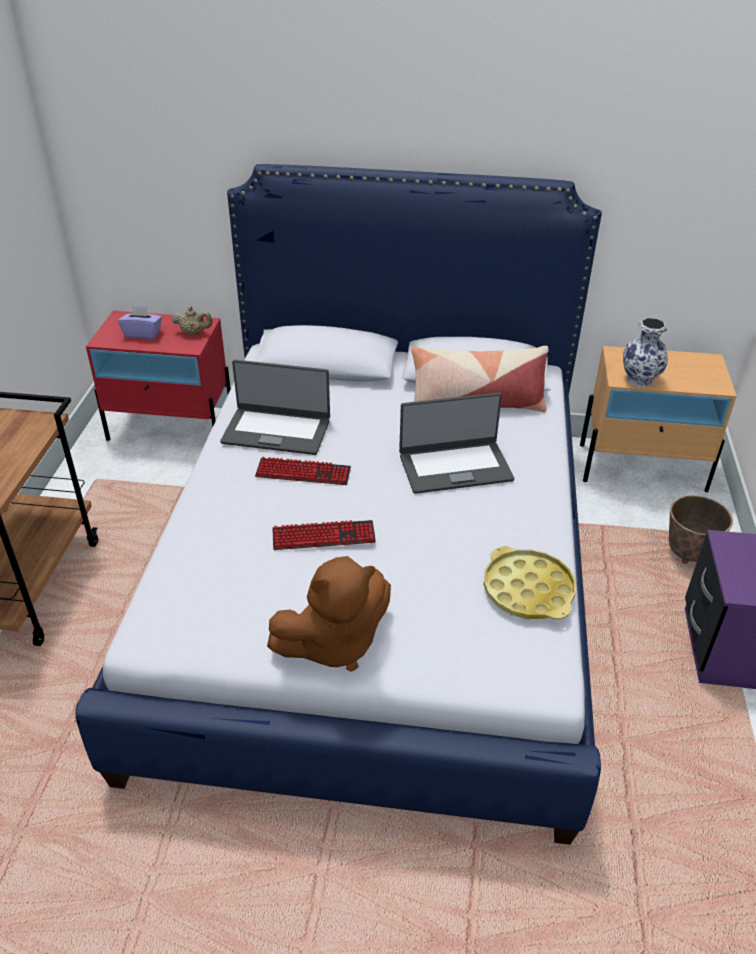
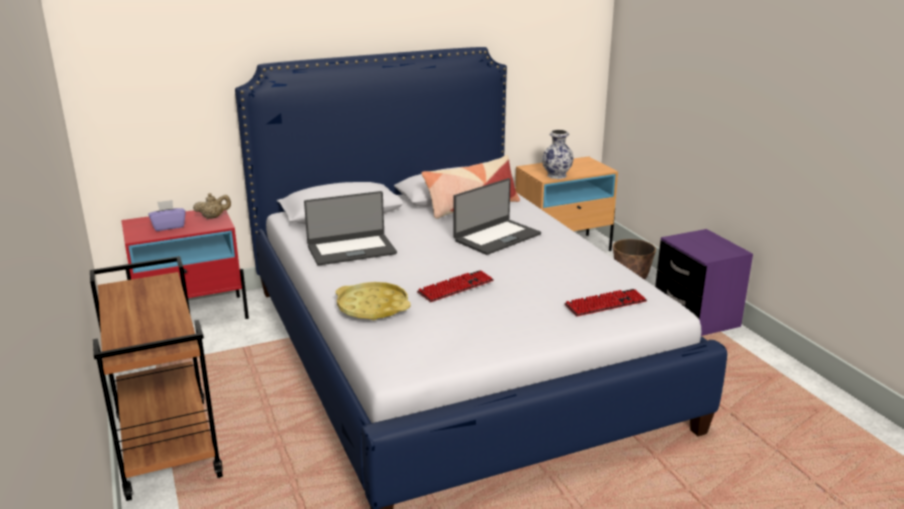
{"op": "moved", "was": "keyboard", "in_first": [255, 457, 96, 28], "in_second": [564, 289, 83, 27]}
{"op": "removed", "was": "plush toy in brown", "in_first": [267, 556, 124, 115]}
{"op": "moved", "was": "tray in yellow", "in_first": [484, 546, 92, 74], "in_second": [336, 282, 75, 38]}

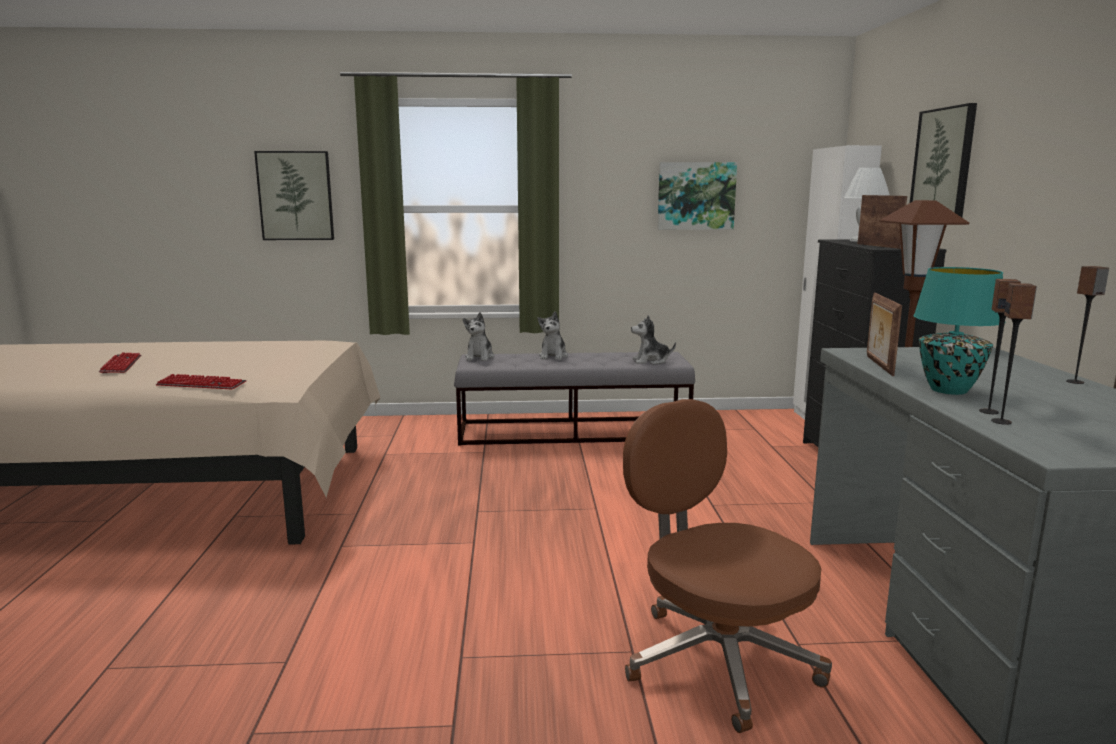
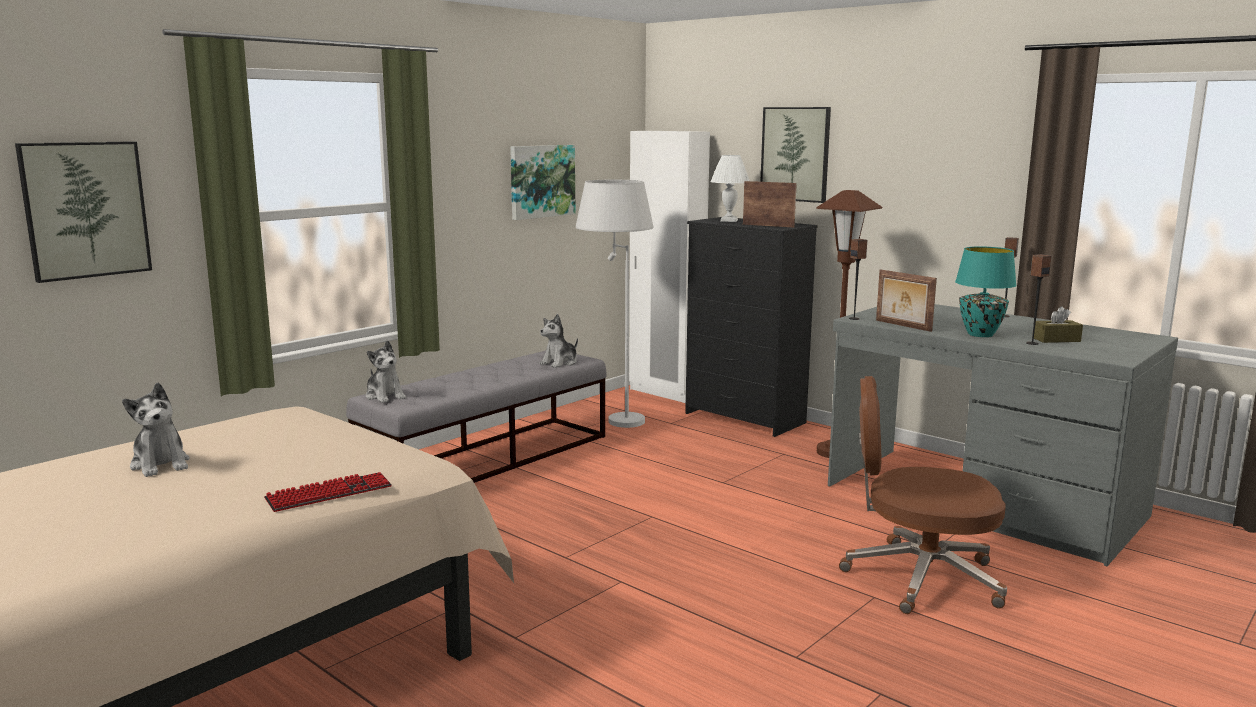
{"op": "removed", "was": "keyboard", "in_first": [99, 352, 42, 21]}
{"op": "moved", "was": "plush toy", "in_first": [538, 312, 30, 48], "in_second": [122, 383, 68, 94]}
{"op": "moved", "was": "speaker", "in_first": [991, 283, 46, 142], "in_second": [849, 239, 18, 81]}
{"op": "added", "now": "floor lamp in white", "in_second": [576, 180, 77, 248]}
{"op": "added", "now": "tissue box in brown", "in_second": [1034, 306, 49, 37]}

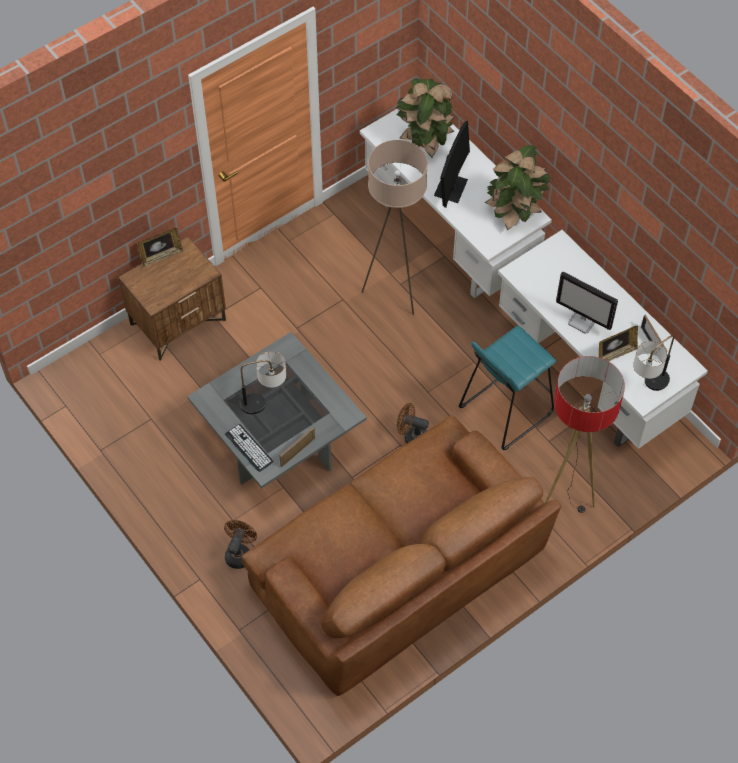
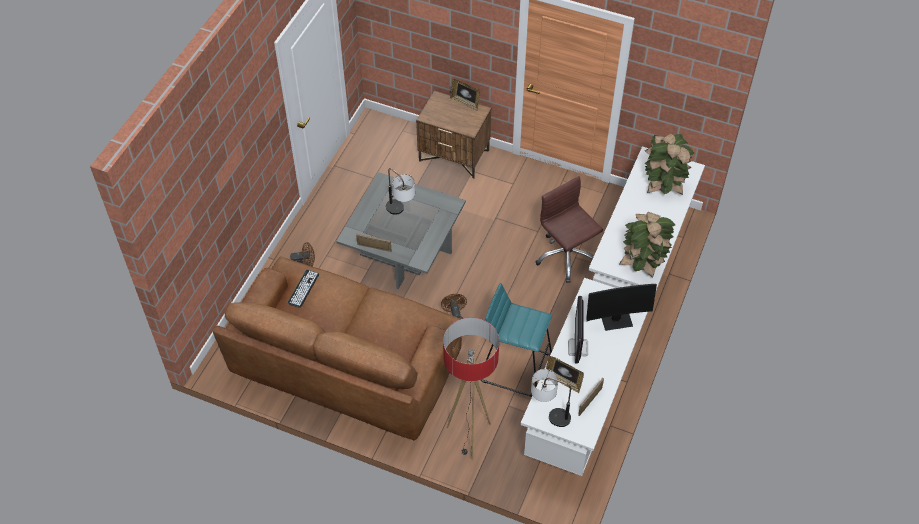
{"op": "moved", "was": "keyboard", "in_first": [225, 424, 48, 48], "in_second": [288, 270, 31, 38]}
{"op": "replaced", "was": "floor lamp in beige", "now": "office chair in brown", "in_first": [362, 140, 66, 175], "in_second": [535, 176, 68, 107]}
{"op": "moved", "was": "monitor", "in_first": [434, 120, 36, 88], "in_second": [586, 284, 71, 47]}

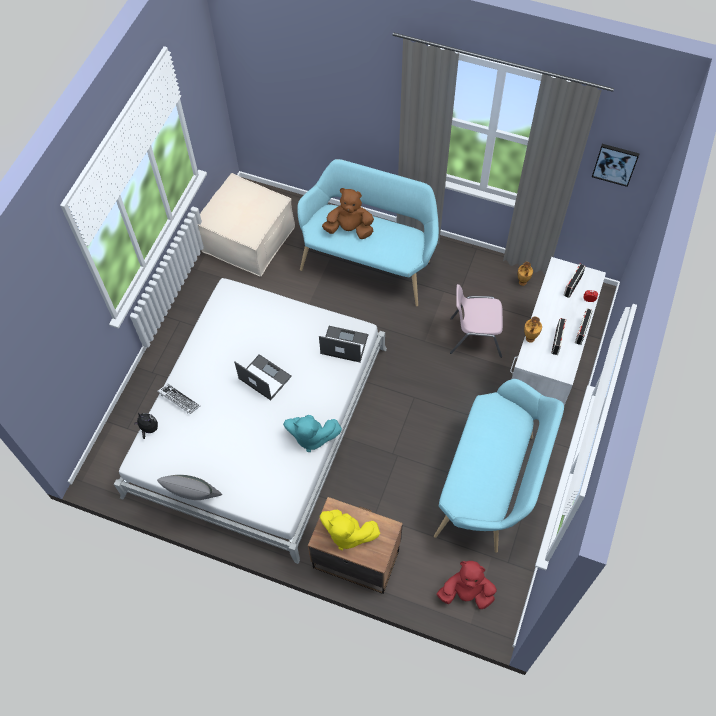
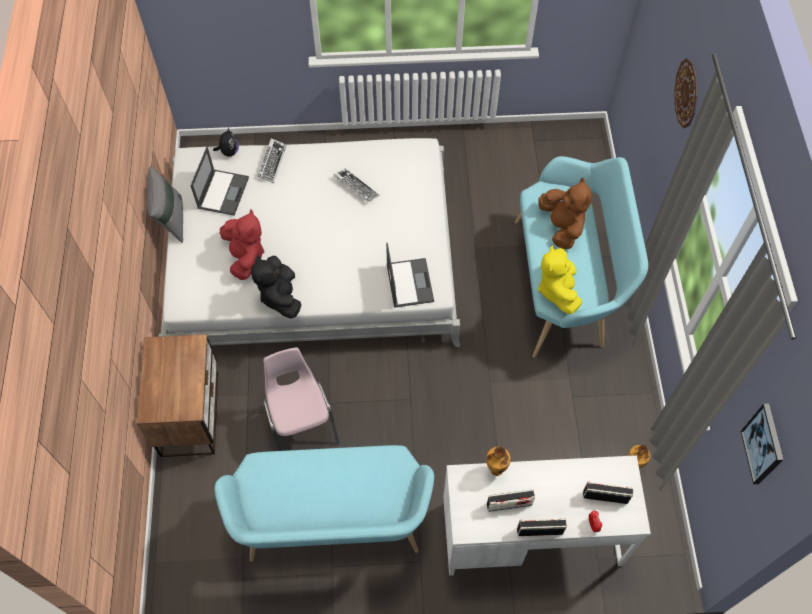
{"op": "removed", "was": "ottoman in beige", "in_first": [198, 173, 97, 103]}
{"op": "moved", "was": "laptop", "in_first": [234, 354, 58, 46], "in_second": [190, 147, 59, 69]}
{"op": "recoloured", "was": "plush toy in turquoise", "now": "plush toy in black", "in_first": [283, 415, 59, 37], "in_second": [251, 255, 50, 64]}
{"op": "moved", "was": "plush toy in yellow", "in_first": [320, 510, 60, 40], "in_second": [538, 245, 44, 69]}
{"op": "moved", "was": "plush toy in red", "in_first": [437, 561, 60, 48], "in_second": [220, 209, 44, 71]}
{"op": "moved", "was": "chair in pink", "in_first": [450, 284, 53, 74], "in_second": [263, 347, 77, 104]}
{"op": "added", "now": "keyboard", "in_second": [333, 168, 47, 34]}
{"op": "added", "now": "wall clock", "in_second": [674, 58, 23, 70]}

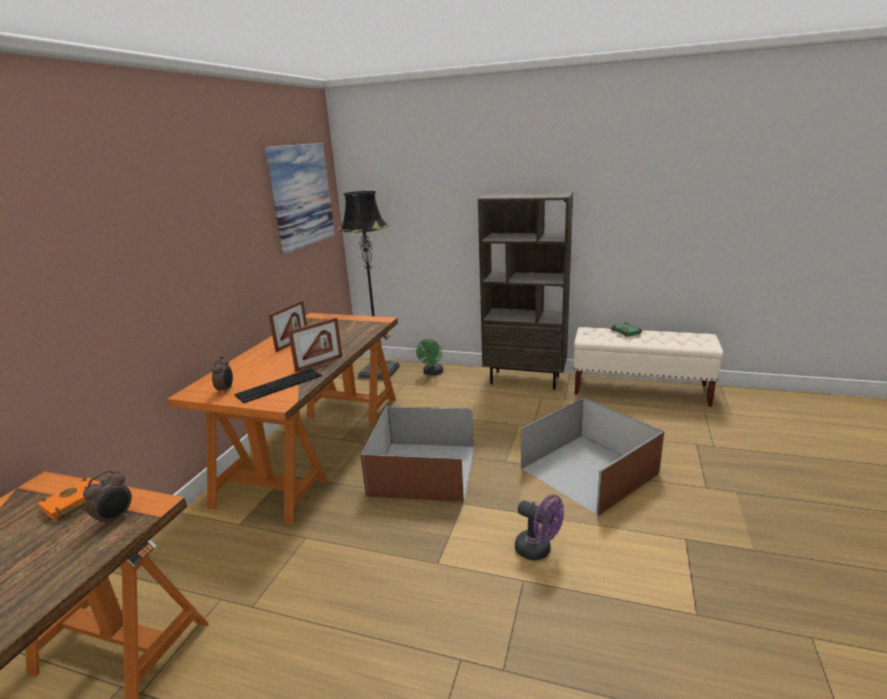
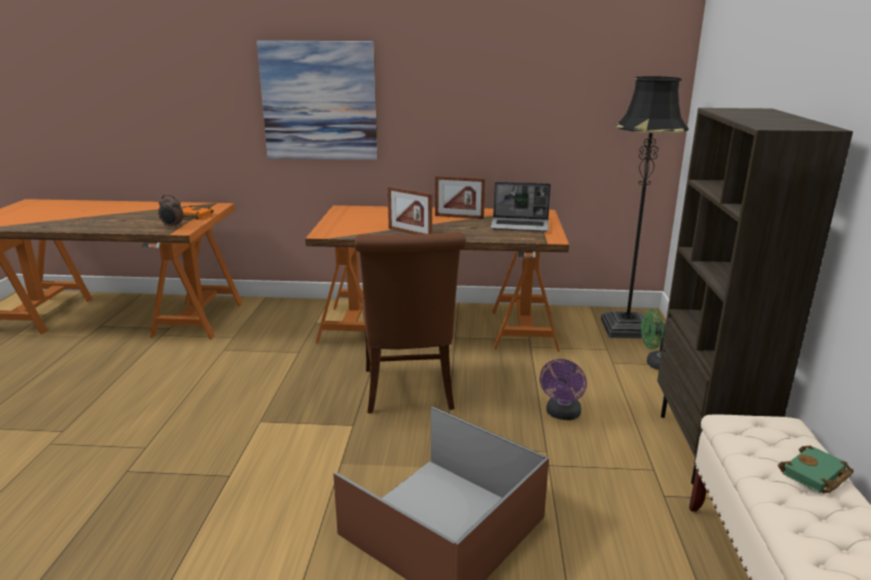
{"op": "removed", "was": "alarm clock", "in_first": [212, 356, 21, 38]}
{"op": "removed", "was": "keyboard", "in_first": [234, 369, 88, 34]}
{"op": "moved", "was": "picture", "in_first": [265, 143, 70, 111], "in_second": [257, 41, 120, 119]}
{"op": "replaced", "was": "storage box in brown", "now": "chair in brown", "in_first": [361, 406, 113, 96], "in_second": [355, 232, 111, 182]}
{"op": "moved", "was": "fan in purple", "in_first": [515, 495, 49, 66], "in_second": [540, 359, 47, 61]}
{"op": "added", "now": "laptop", "in_second": [490, 182, 61, 50]}

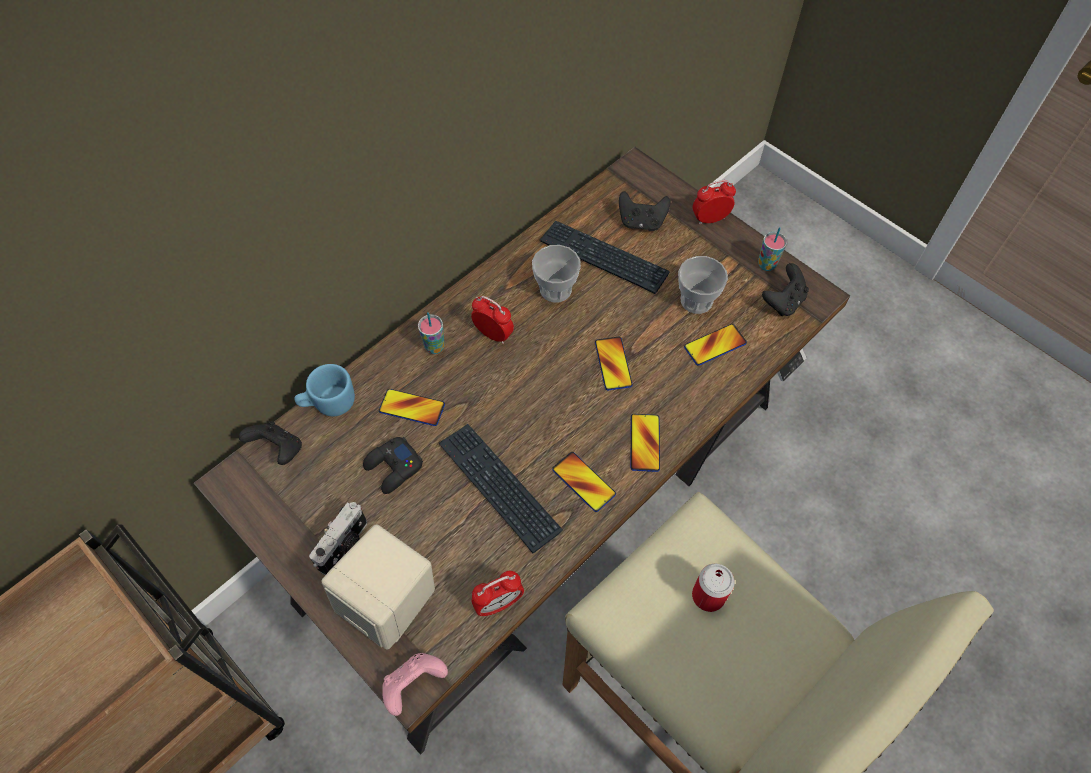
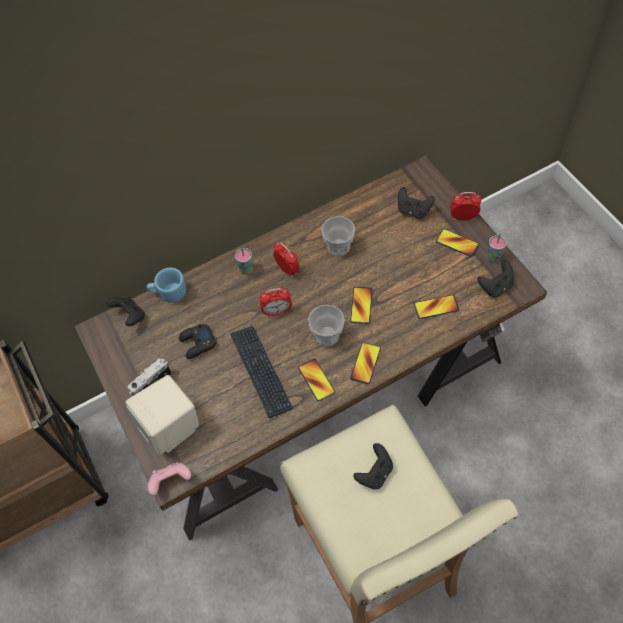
{"op": "moved", "was": "phone", "in_first": [379, 389, 66, 37], "in_second": [436, 229, 43, 28]}
{"op": "moved", "was": "alarm clock", "in_first": [471, 571, 53, 45], "in_second": [259, 288, 33, 28]}
{"op": "removed", "was": "keyboard", "in_first": [540, 220, 130, 74]}
{"op": "moved", "was": "cup", "in_first": [678, 256, 50, 58], "in_second": [308, 305, 37, 41]}
{"op": "replaced", "was": "can", "now": "game controller in black", "in_first": [692, 564, 43, 48], "in_second": [354, 443, 39, 46]}

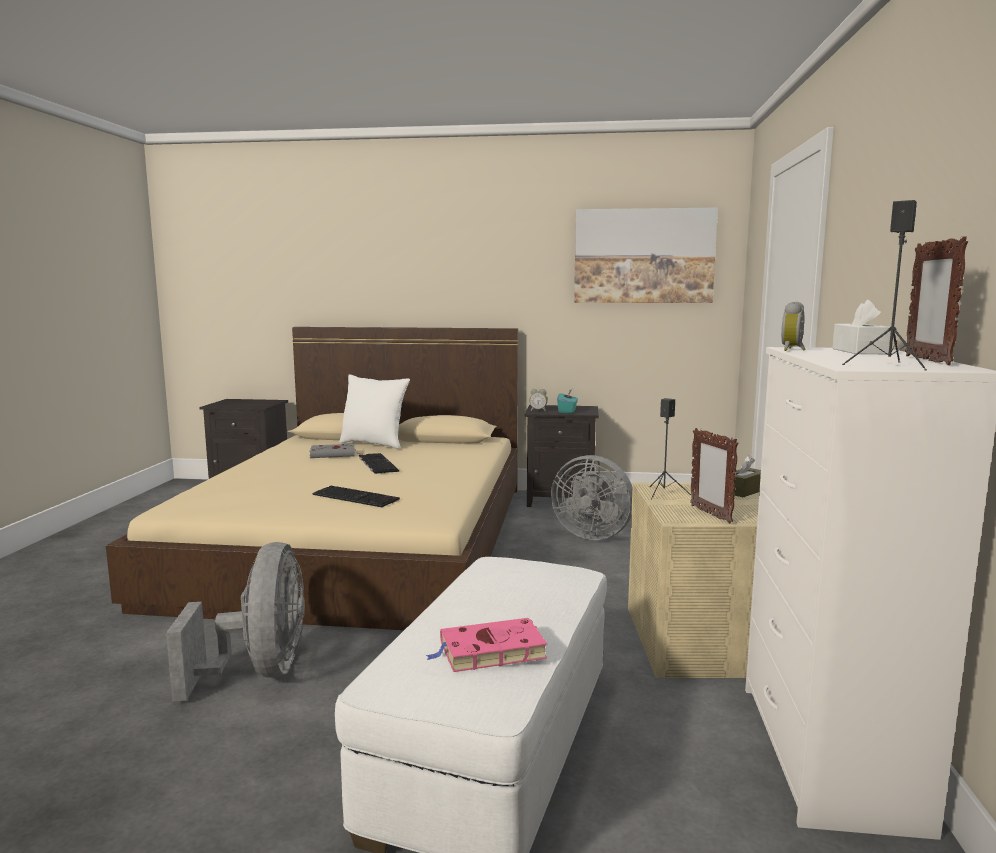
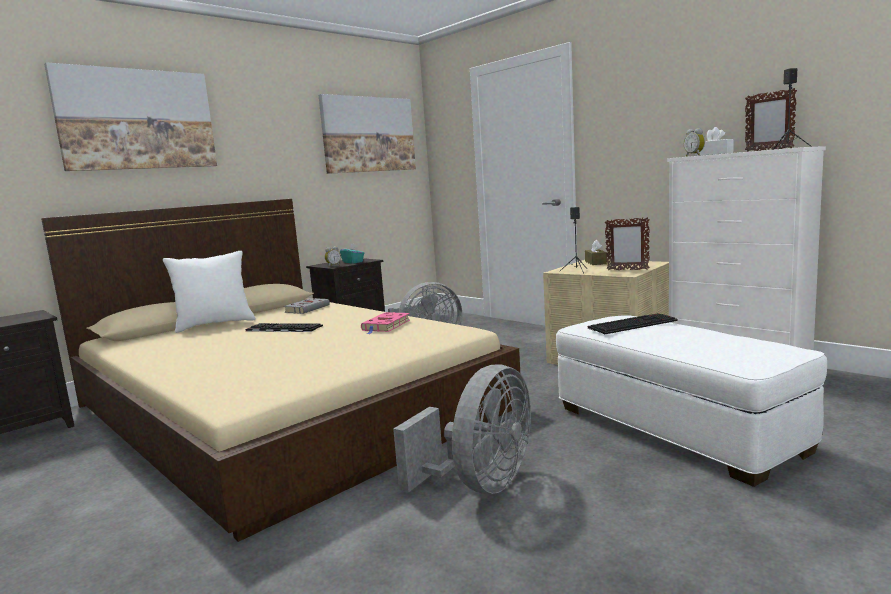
{"op": "turned", "was": "fan in grey", "in_first": [166, 542, 139, 159], "in_second": [393, 364, 138, 130], "clockwise": 90}
{"op": "moved", "was": "book in grey", "in_first": [309, 444, 50, 14], "in_second": [284, 298, 46, 16]}
{"op": "moved", "was": "keyboard", "in_first": [313, 486, 87, 21], "in_second": [588, 313, 90, 21]}
{"op": "moved", "was": "book in pink", "in_first": [425, 618, 122, 54], "in_second": [361, 312, 49, 22]}
{"op": "added", "now": "picture", "in_second": [44, 62, 173, 109]}

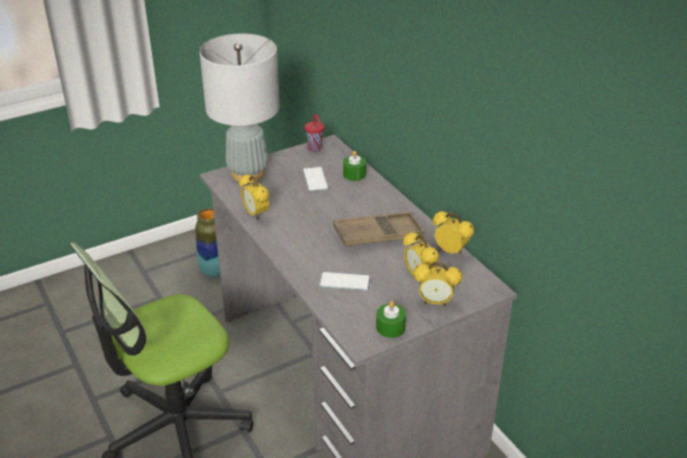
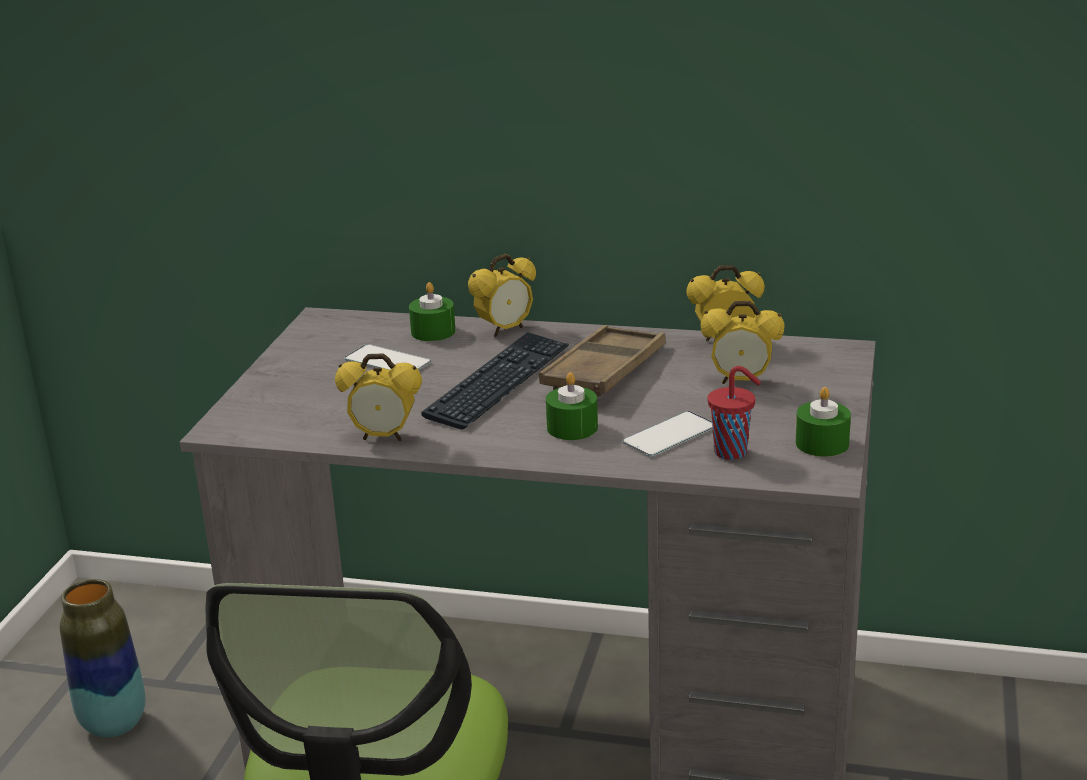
{"op": "removed", "was": "table lamp in grey", "in_first": [199, 34, 81, 147]}
{"op": "moved", "was": "cup in red", "in_first": [305, 114, 19, 38], "in_second": [708, 366, 53, 94]}
{"op": "moved", "was": "alarm clock", "in_first": [413, 262, 49, 44], "in_second": [468, 254, 68, 83]}
{"op": "added", "now": "keyboard", "in_second": [422, 332, 147, 98]}
{"op": "added", "now": "candle in green", "in_second": [546, 372, 52, 68]}

